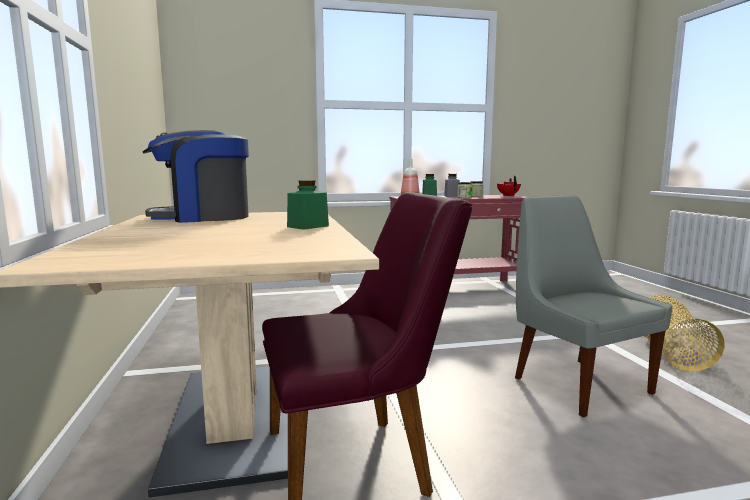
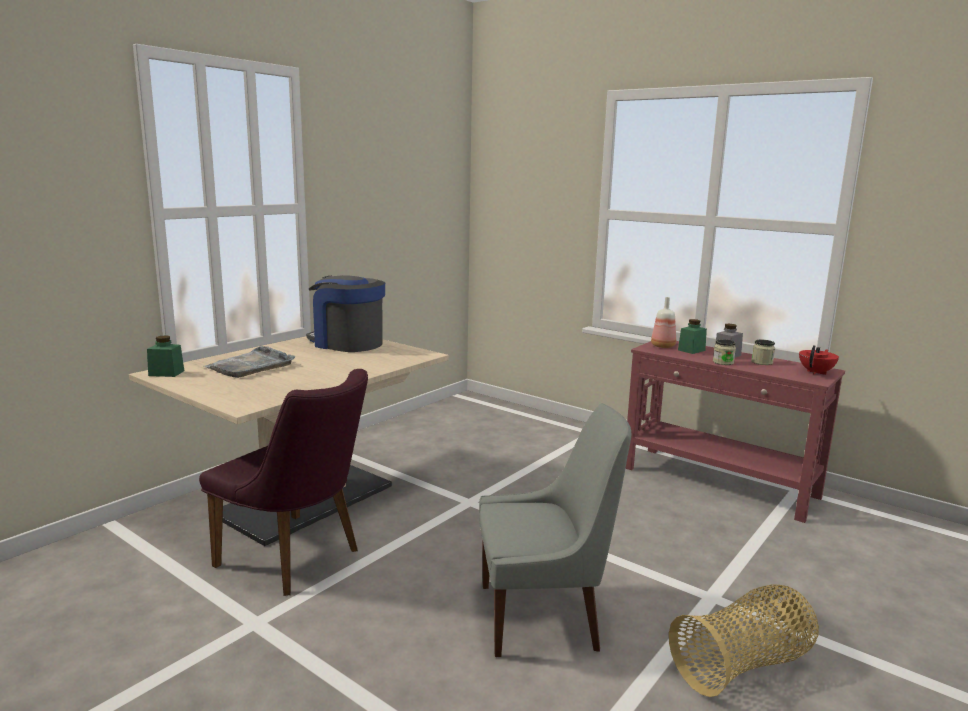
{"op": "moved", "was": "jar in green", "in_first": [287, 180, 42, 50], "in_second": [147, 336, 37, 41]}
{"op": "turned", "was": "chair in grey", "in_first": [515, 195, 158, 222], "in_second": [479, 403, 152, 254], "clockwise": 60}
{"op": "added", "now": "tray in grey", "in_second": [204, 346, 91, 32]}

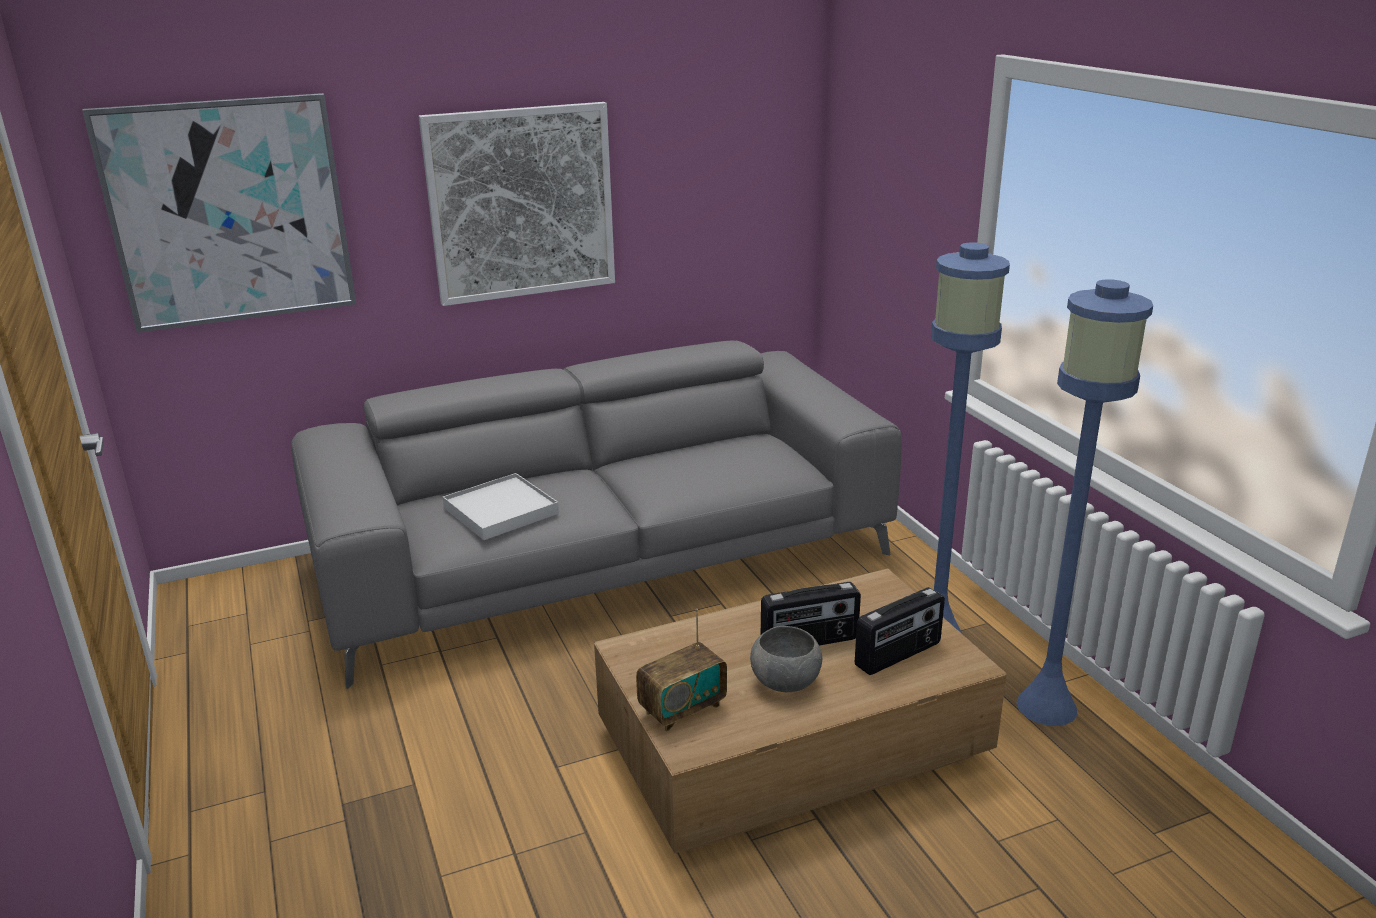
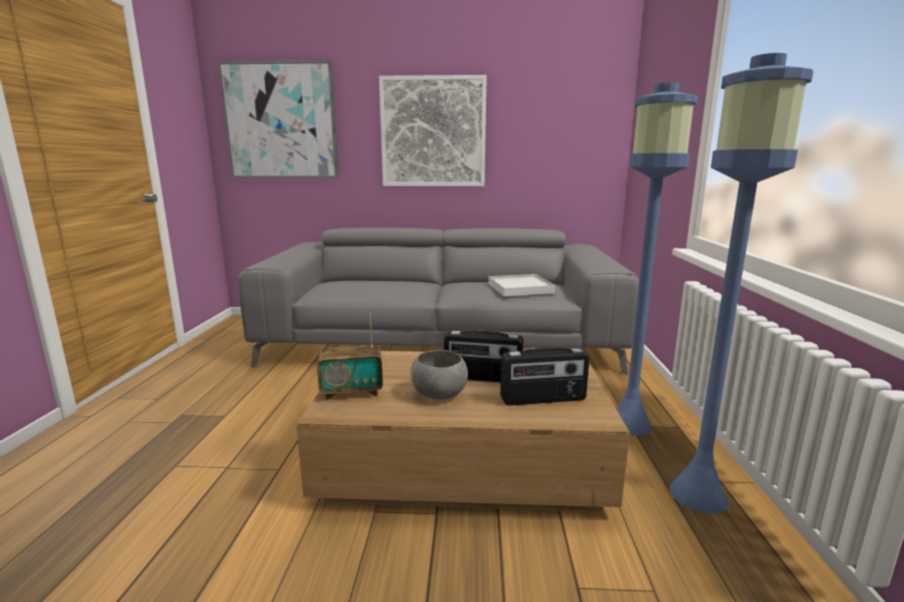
{"op": "moved", "was": "tray in white", "in_first": [443, 473, 116, 67], "in_second": [488, 274, 67, 22]}

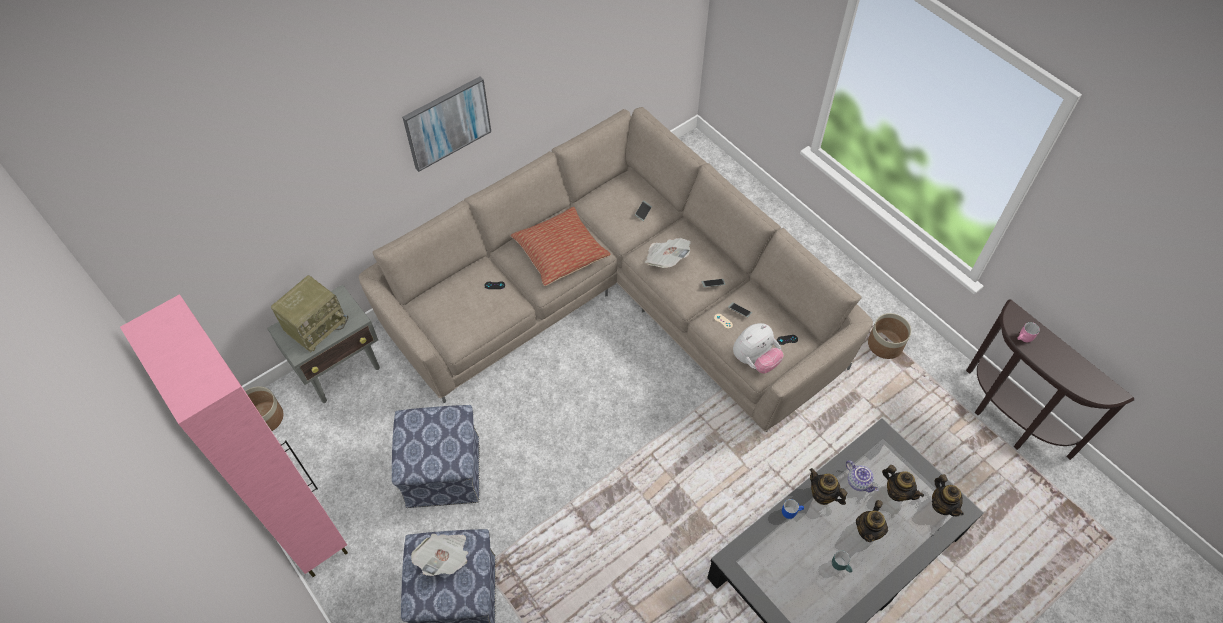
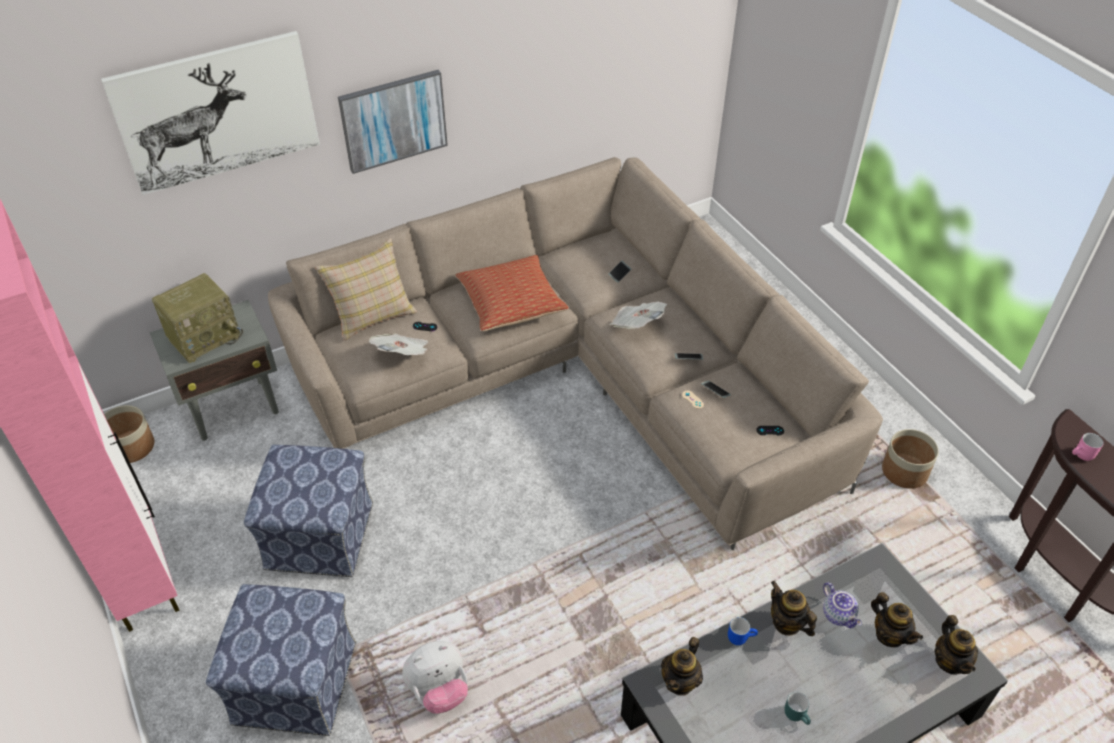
{"op": "moved", "was": "newspaper", "in_first": [411, 534, 57, 42], "in_second": [369, 333, 59, 22]}
{"op": "moved", "was": "plush toy", "in_first": [733, 323, 51, 50], "in_second": [403, 641, 65, 73]}
{"op": "moved", "was": "teapot", "in_first": [856, 500, 32, 42], "in_second": [661, 637, 42, 59]}
{"op": "added", "now": "picture", "in_second": [101, 31, 219, 164]}
{"op": "added", "now": "pillow in beige", "in_second": [315, 238, 102, 103]}

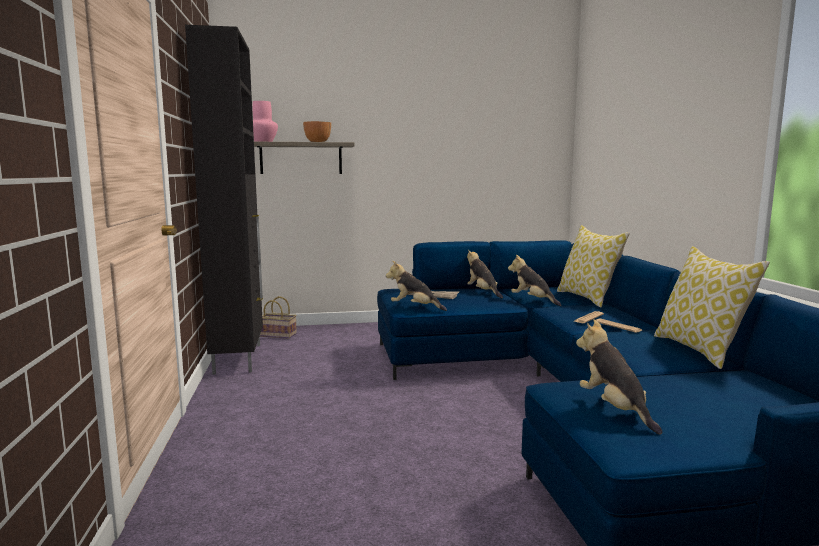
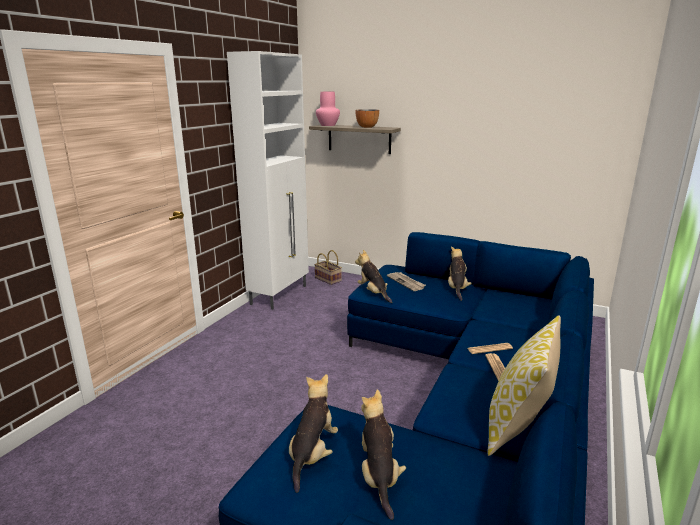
{"op": "recoloured", "was": "cabinet in black", "now": "cabinet in white", "in_first": [185, 25, 78, 350], "in_second": [227, 51, 82, 259]}
{"op": "moved", "was": "plush toy", "in_first": [508, 255, 53, 51], "in_second": [361, 389, 45, 131]}
{"op": "removed", "was": "pillow", "in_first": [557, 225, 73, 83]}

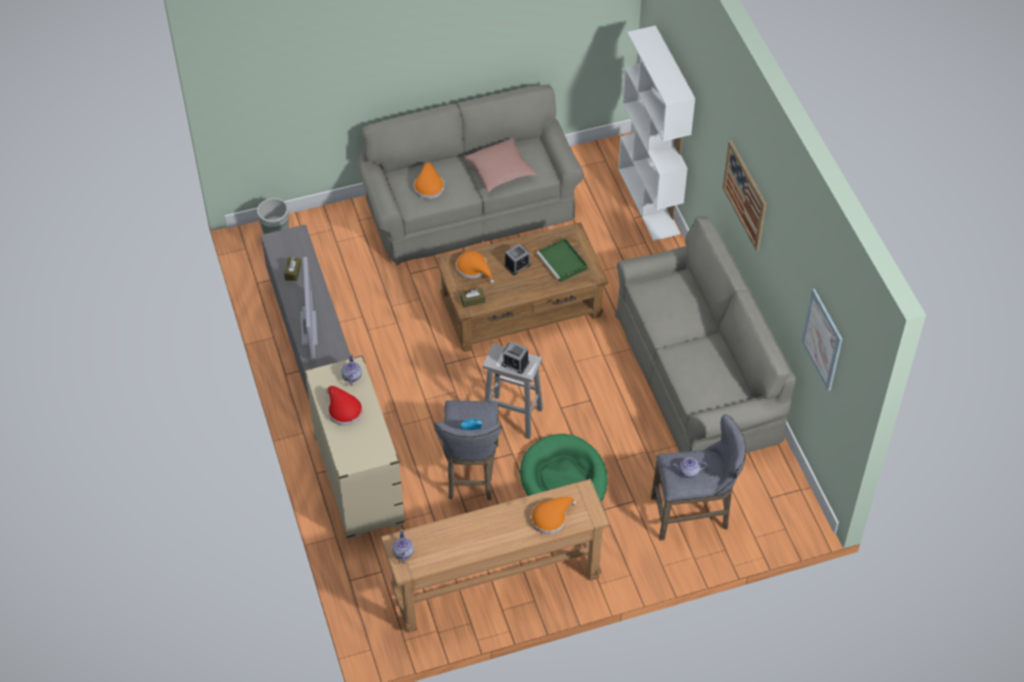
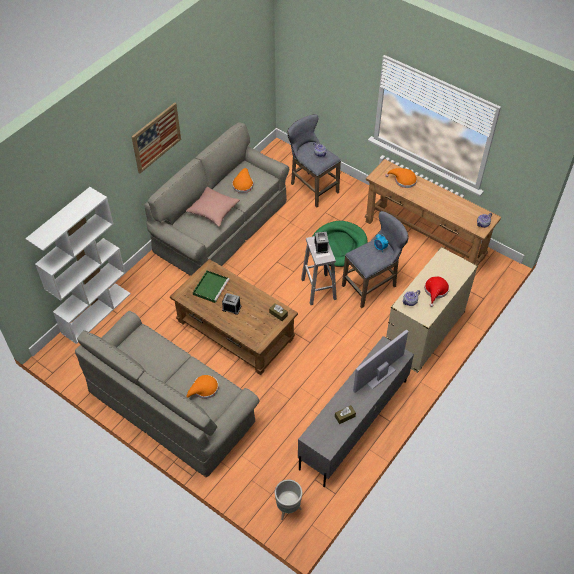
{"op": "moved", "was": "hat in orange", "in_first": [456, 251, 38, 33], "in_second": [232, 168, 21, 25]}
{"op": "moved", "was": "pillow in pink", "in_first": [464, 137, 72, 55], "in_second": [186, 187, 54, 40]}
{"op": "removed", "was": "picture", "in_first": [802, 289, 40, 102]}

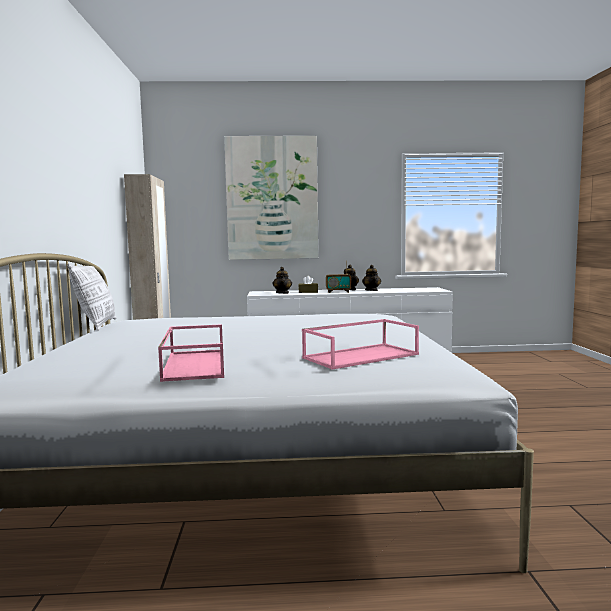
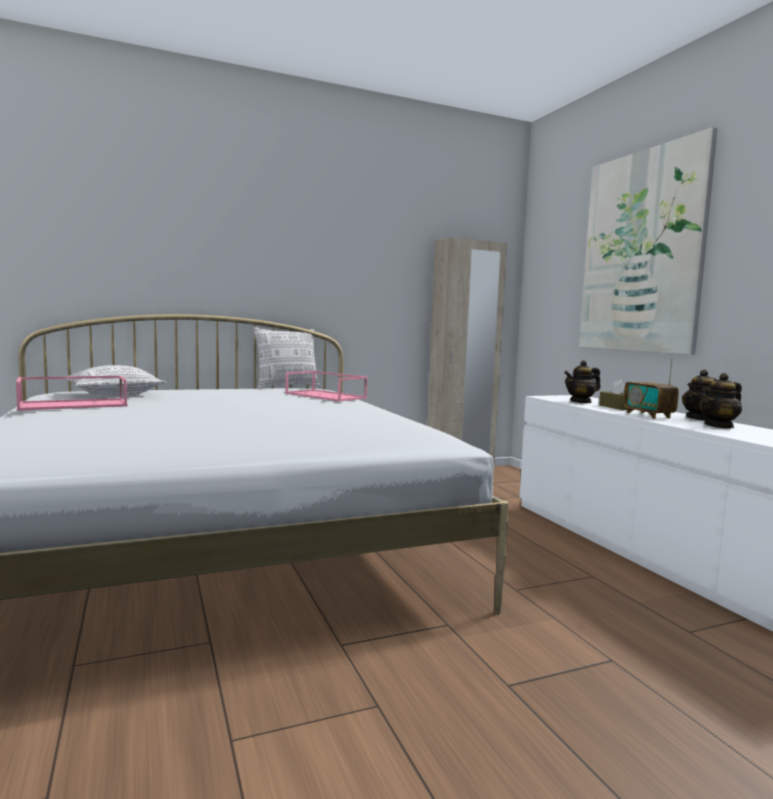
{"op": "moved", "was": "tray in pink", "in_first": [302, 319, 117, 51], "in_second": [285, 371, 83, 31]}
{"op": "added", "now": "pillow", "in_second": [67, 365, 99, 31]}

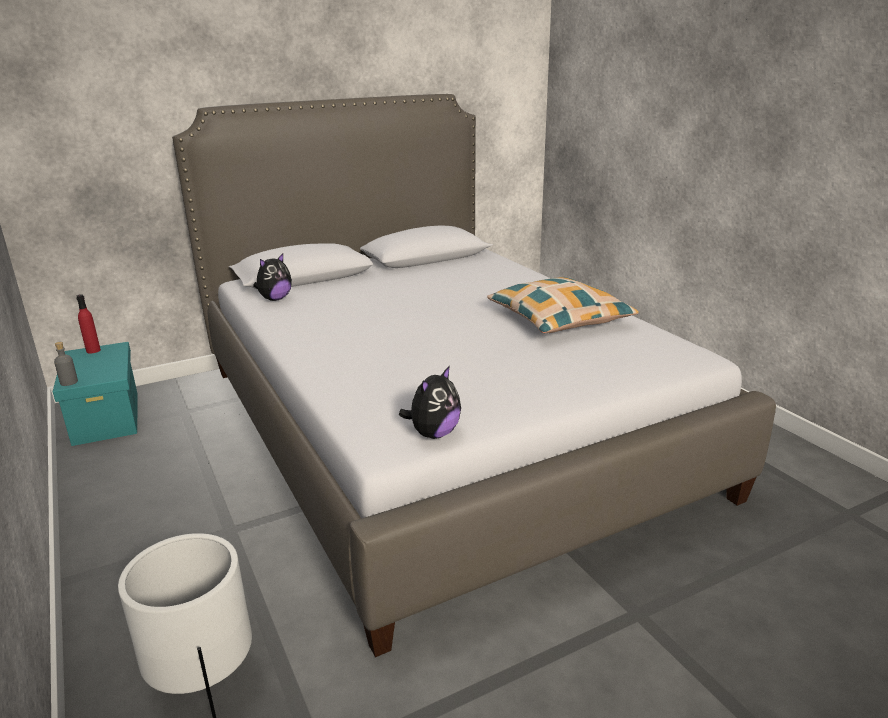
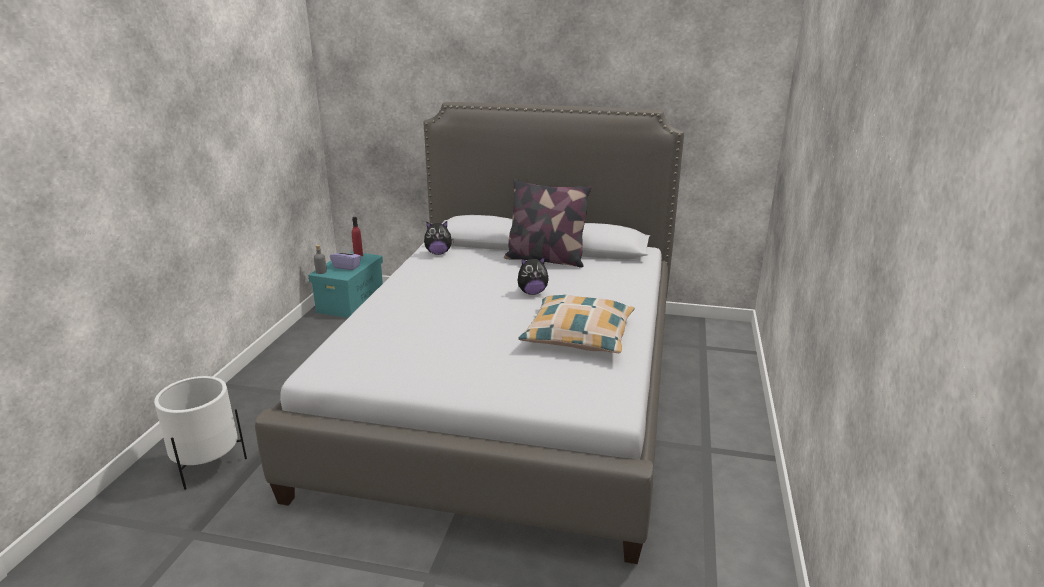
{"op": "moved", "was": "plush toy", "in_first": [399, 365, 62, 74], "in_second": [518, 256, 31, 39]}
{"op": "added", "now": "tissue box in purple", "in_second": [330, 246, 31, 24]}
{"op": "added", "now": "pillow", "in_second": [504, 179, 88, 88]}

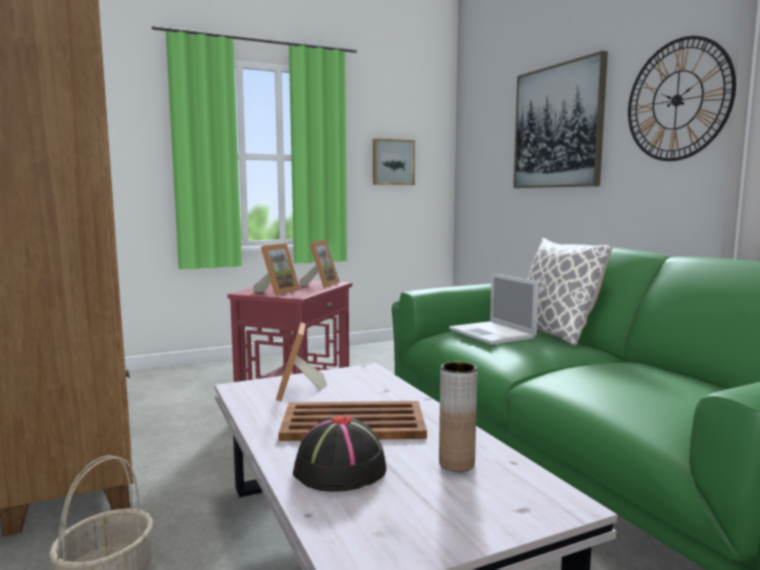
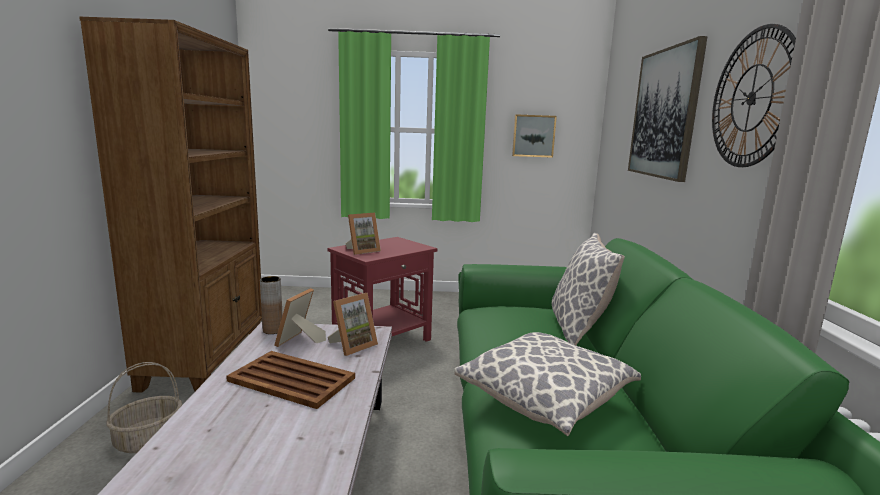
{"op": "removed", "was": "hat in black", "in_first": [293, 415, 94, 77]}
{"op": "moved", "was": "picture frame", "in_first": [299, 240, 41, 48], "in_second": [328, 293, 50, 63]}
{"op": "moved", "was": "vase in brown", "in_first": [439, 362, 39, 110], "in_second": [260, 276, 22, 58]}
{"op": "removed", "was": "laptop", "in_first": [449, 273, 90, 72]}
{"op": "added", "now": "pillow", "in_second": [455, 332, 186, 104]}

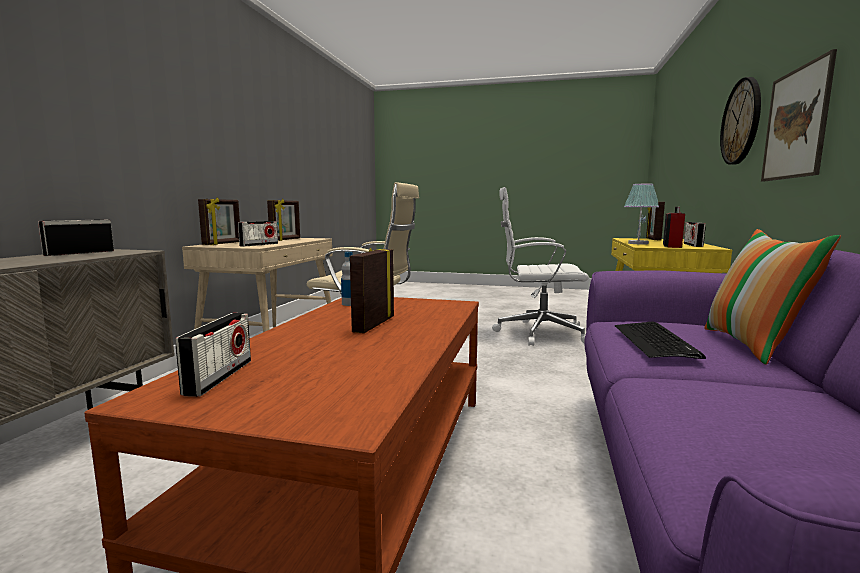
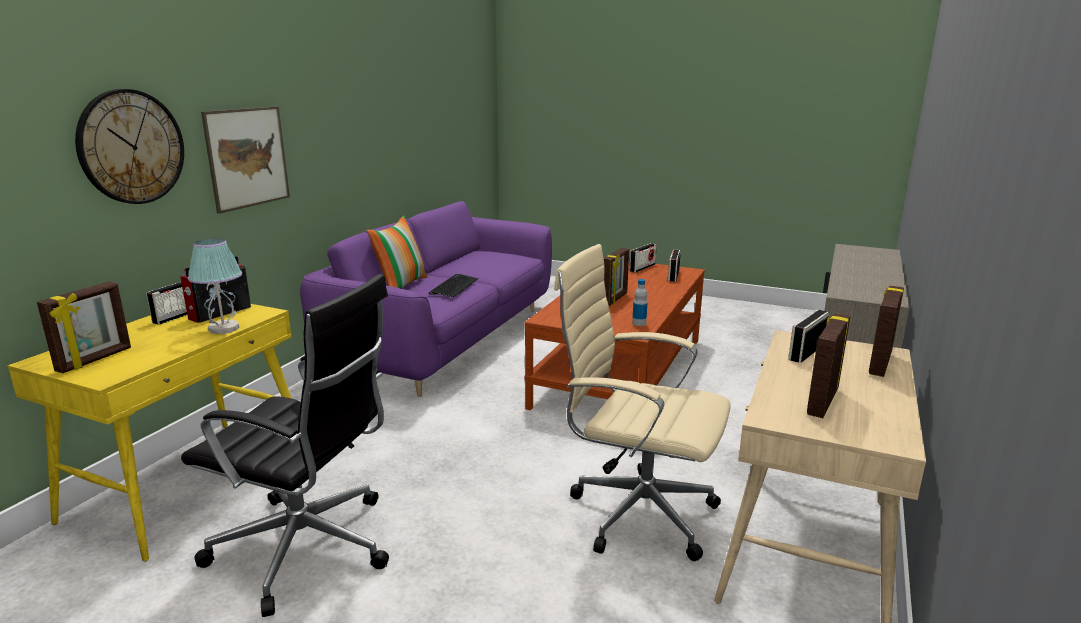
{"op": "moved", "was": "radio", "in_first": [38, 220, 76, 36], "in_second": [629, 243, 28, 30]}
{"op": "recoloured", "was": "office chair in white", "now": "office chair in black", "in_first": [492, 187, 97, 159], "in_second": [181, 274, 208, 343]}

